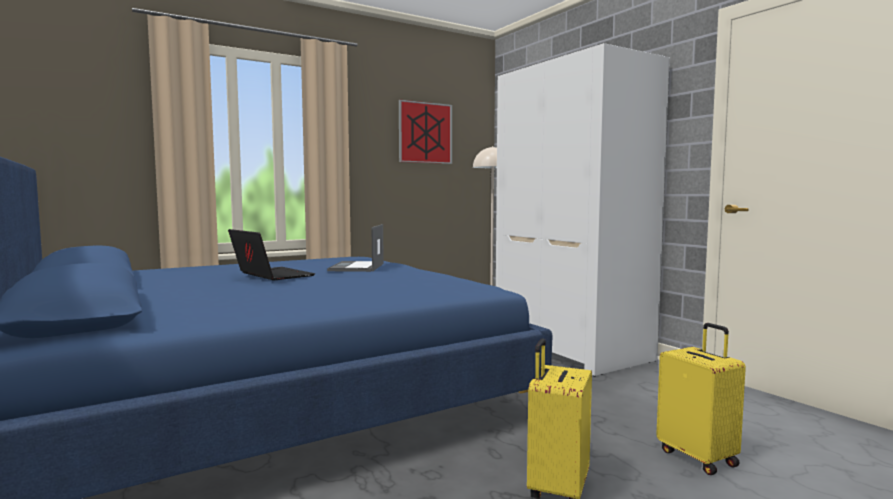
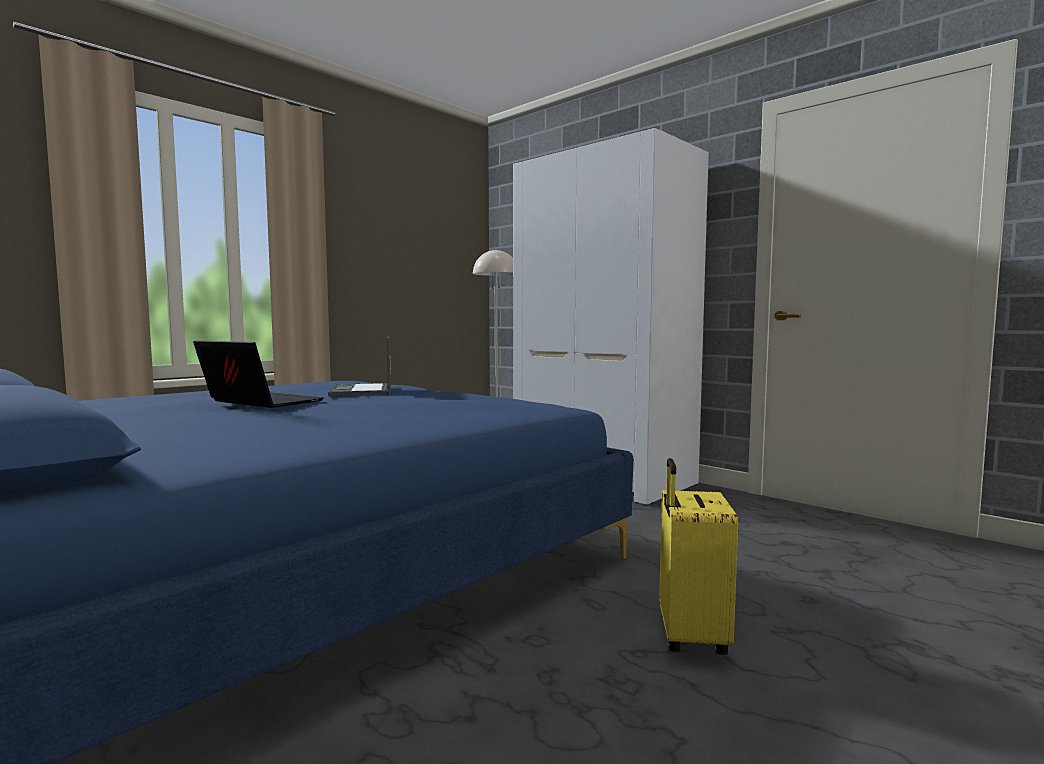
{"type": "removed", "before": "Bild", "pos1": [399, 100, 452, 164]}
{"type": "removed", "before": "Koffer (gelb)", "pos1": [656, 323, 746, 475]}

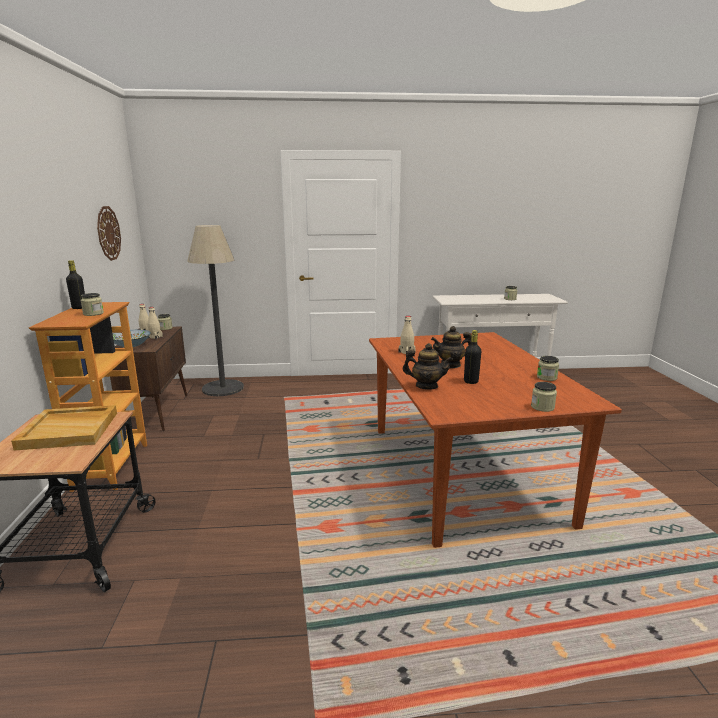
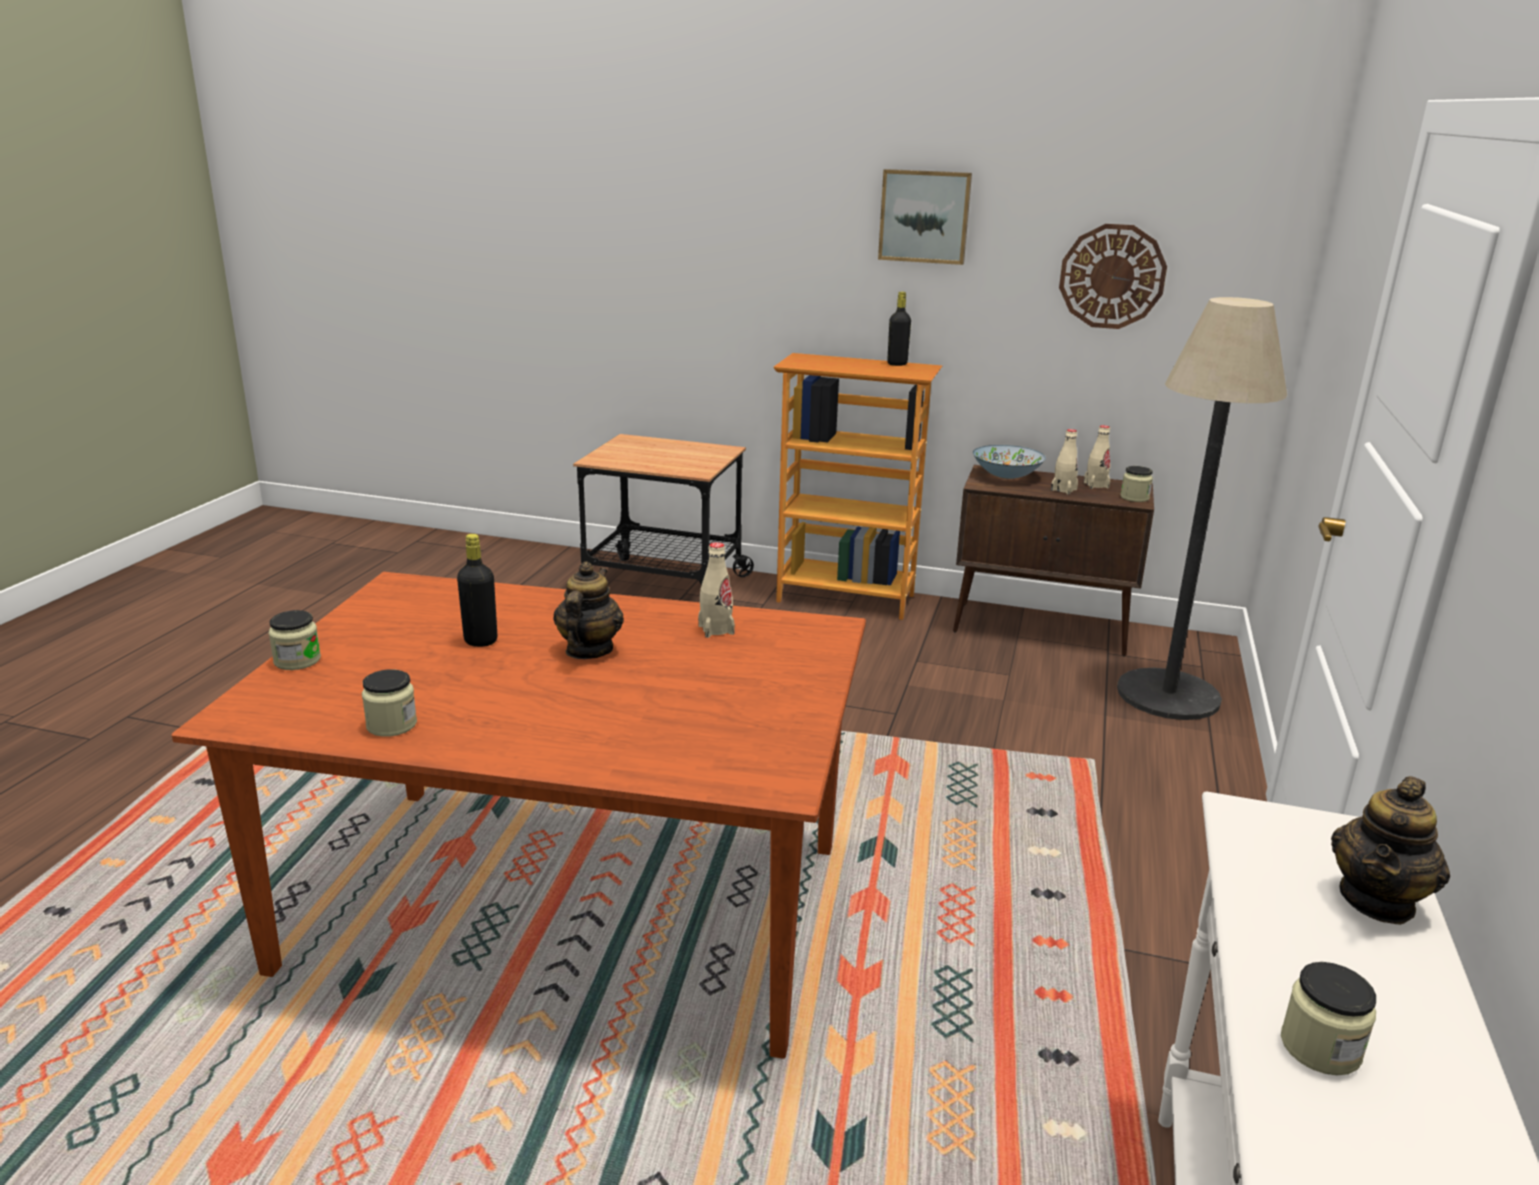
{"type": "removed", "before": "Tablett (beige)", "pos1": [11, 405, 117, 450]}
{"type": "removed", "before": "Vorratsglas", "pos1": [81, 293, 104, 316]}
{"type": "added", "after": "Bild", "pos2": [878, 169, 972, 265]}
{"type": "moved", "before": "Teekanne", "pos1": [403, 343, 453, 390], "pos2": [1331, 776, 1450, 925]}

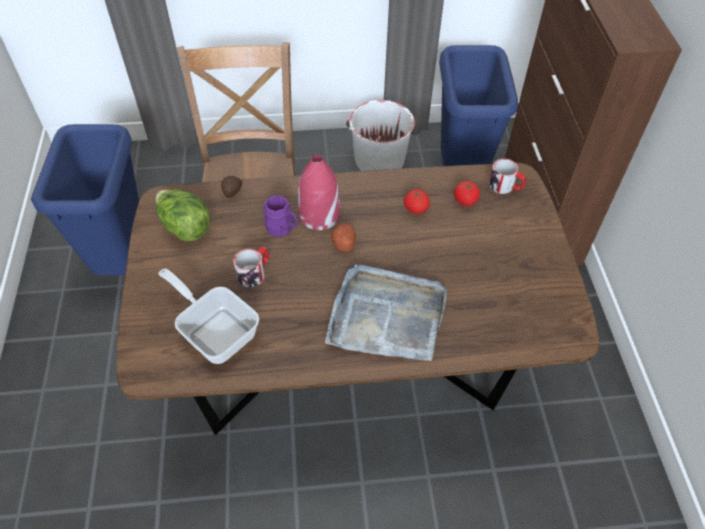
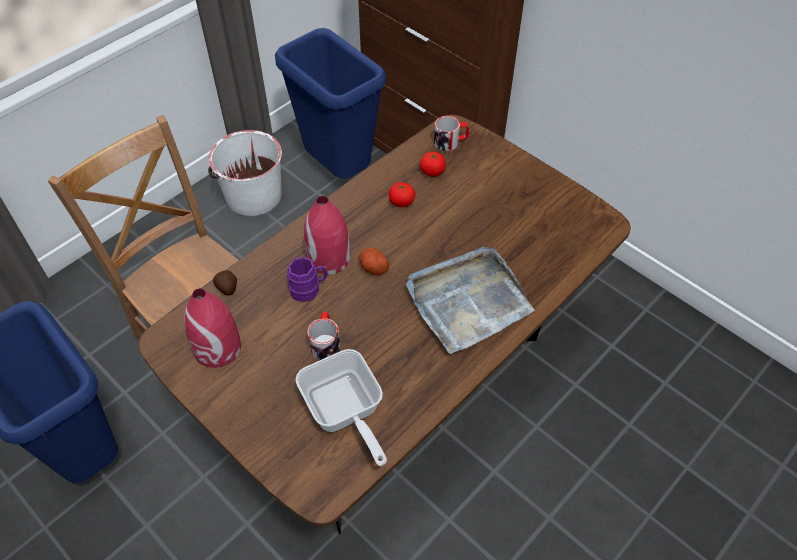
{"type": "replaced", "before": "Salatkopf", "after": "Vase (rot)", "pos1": [156, 189, 210, 241], "pos2": [184, 289, 241, 368]}
{"type": "turned", "before": "Pfanne", "pos1": [158, 268, 259, 364], "pos2": [296, 349, 387, 466], "turn": -120}

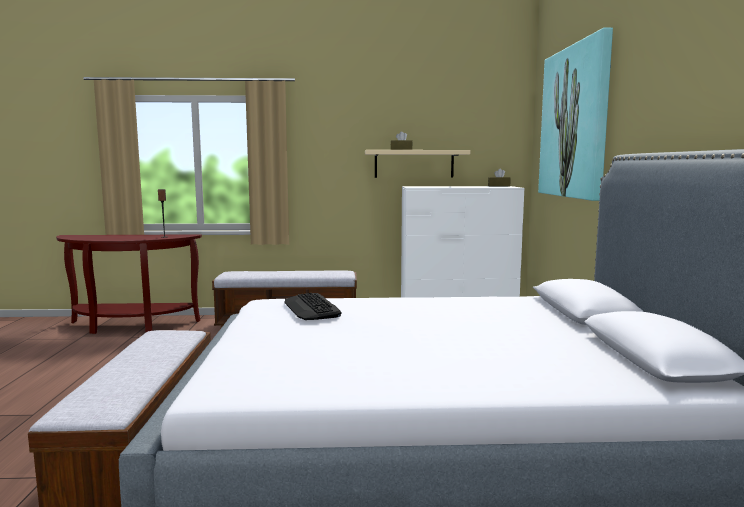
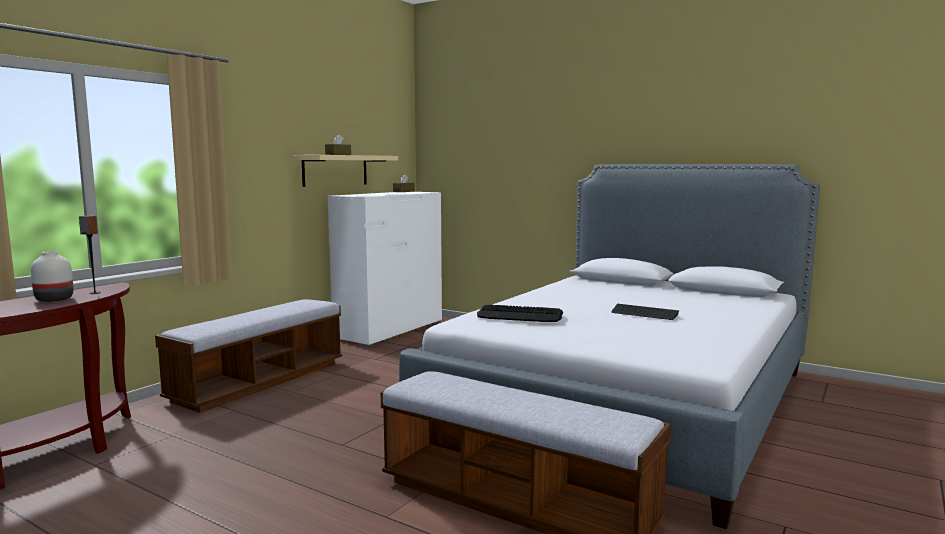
{"type": "removed", "before": "Bild", "pos1": [538, 27, 613, 201]}
{"type": "added", "after": "Vase (weiß)", "pos2": [31, 251, 74, 302]}
{"type": "added", "after": "Tastatur", "pos2": [611, 304, 679, 320]}

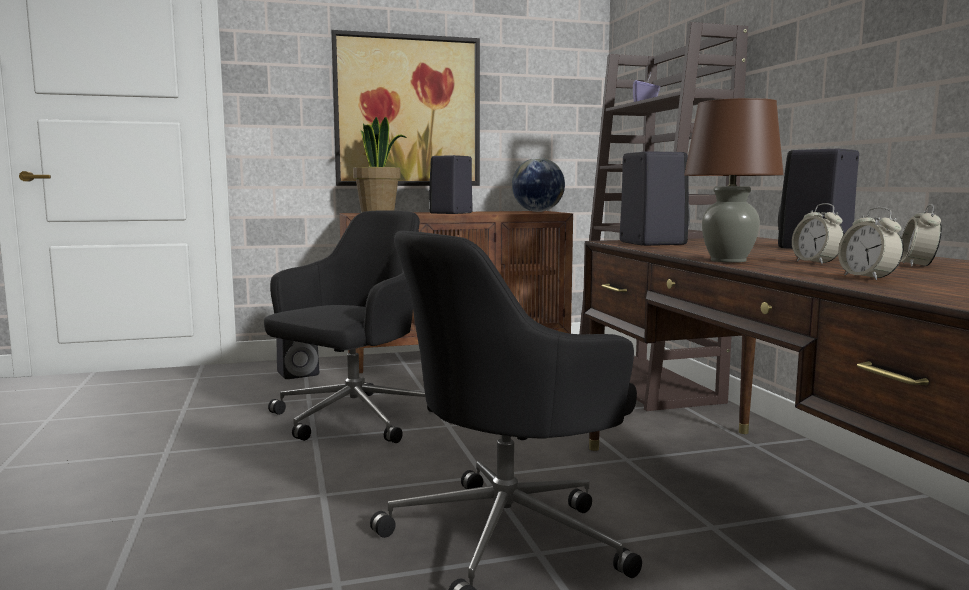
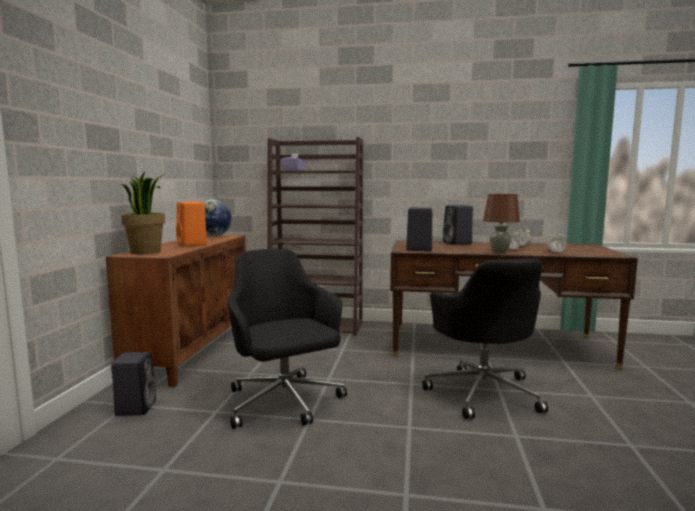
{"type": "removed", "before": "Bild", "pos1": [331, 30, 480, 186]}
{"type": "recoloured", "before": "Lautsprecher (schwarz)", "after": "Lautsprecher (orange)", "pos1": [429, 155, 473, 214], "pos2": [176, 202, 207, 247]}

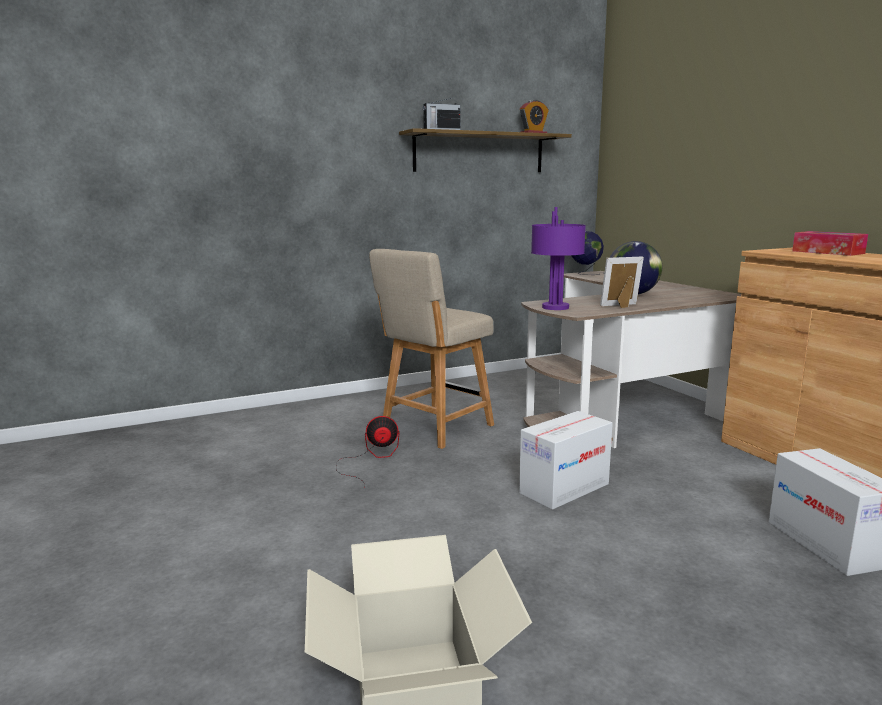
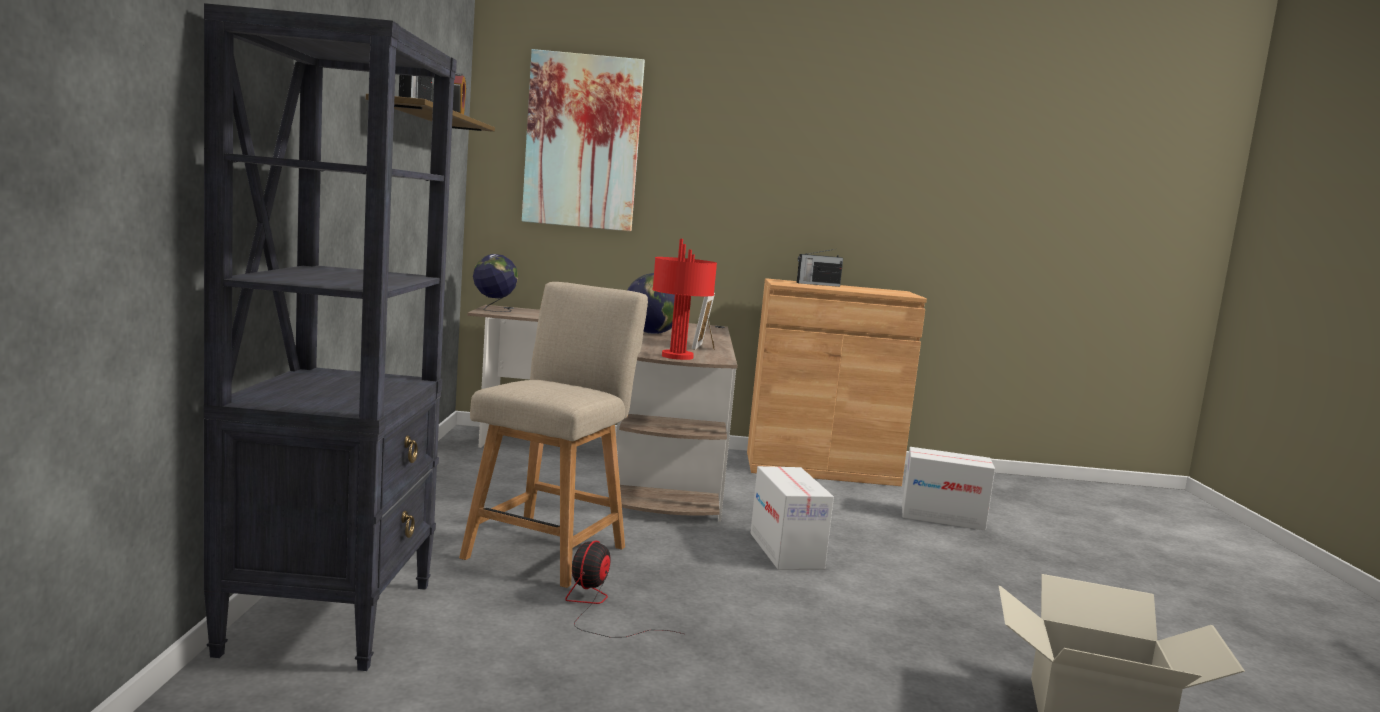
{"type": "added", "after": "Bücherregal (schwarz)", "pos2": [204, 3, 457, 671]}
{"type": "added", "after": "Bild", "pos2": [522, 49, 645, 231]}
{"type": "replaced", "before": "Taschentuchbox", "after": "Radio", "pos1": [792, 231, 868, 256], "pos2": [797, 249, 843, 287]}
{"type": "recoloured", "before": "Tischlampe (lila)", "after": "Tischlampe (rot)", "pos1": [531, 207, 586, 310], "pos2": [652, 239, 717, 360]}
{"type": "turned", "before": "Stuhl (beige)", "pos1": [369, 249, 494, 449], "pos2": [459, 282, 648, 588], "turn": -135}

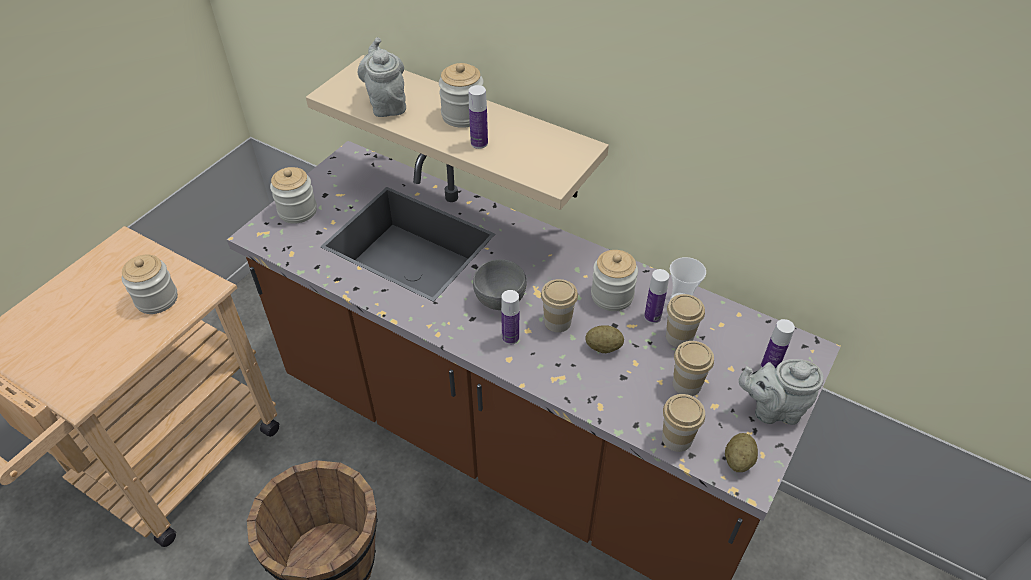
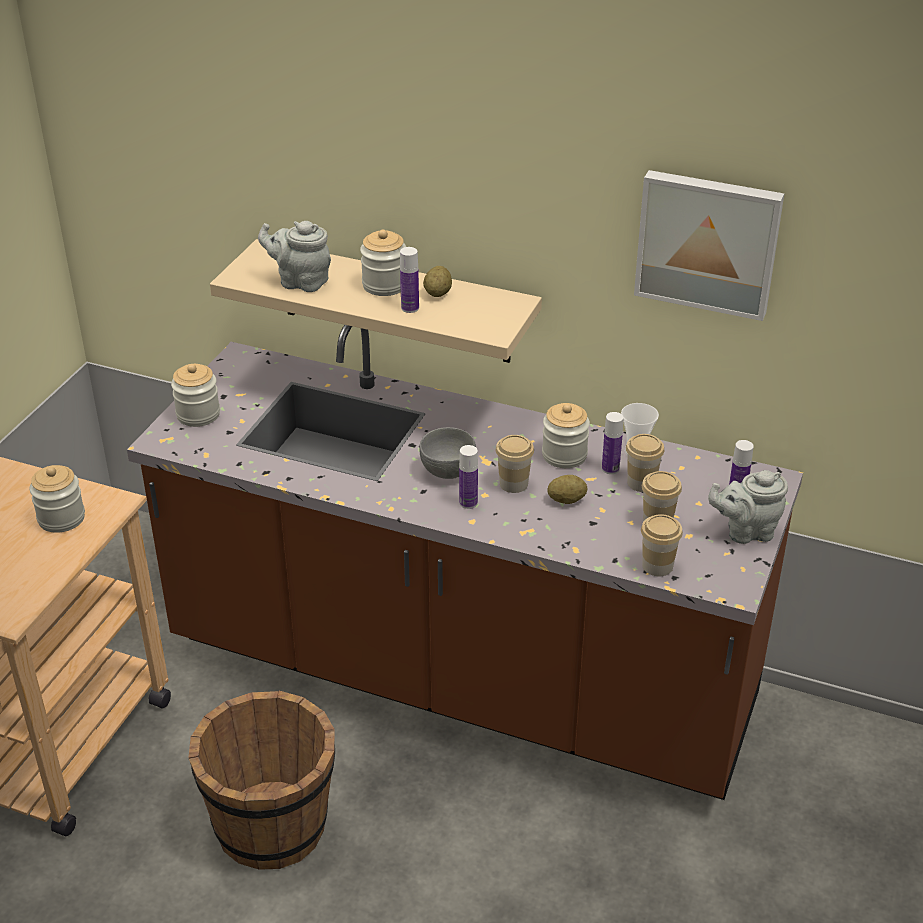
{"type": "added", "after": "Bild", "pos2": [634, 170, 784, 321]}
{"type": "moved", "before": "Kartoffel", "pos1": [725, 433, 758, 472], "pos2": [423, 266, 452, 297]}
{"type": "turned", "before": "Teekanne (grau)", "pos1": [358, 37, 406, 117], "pos2": [258, 221, 331, 292], "turn": -45}

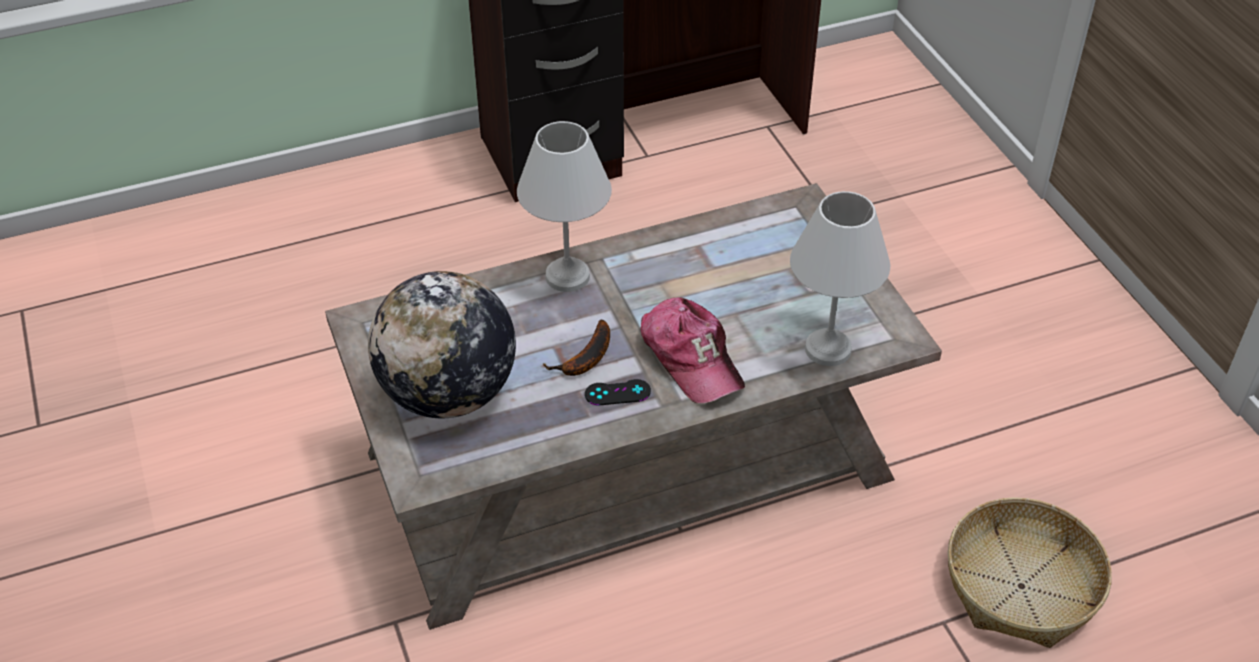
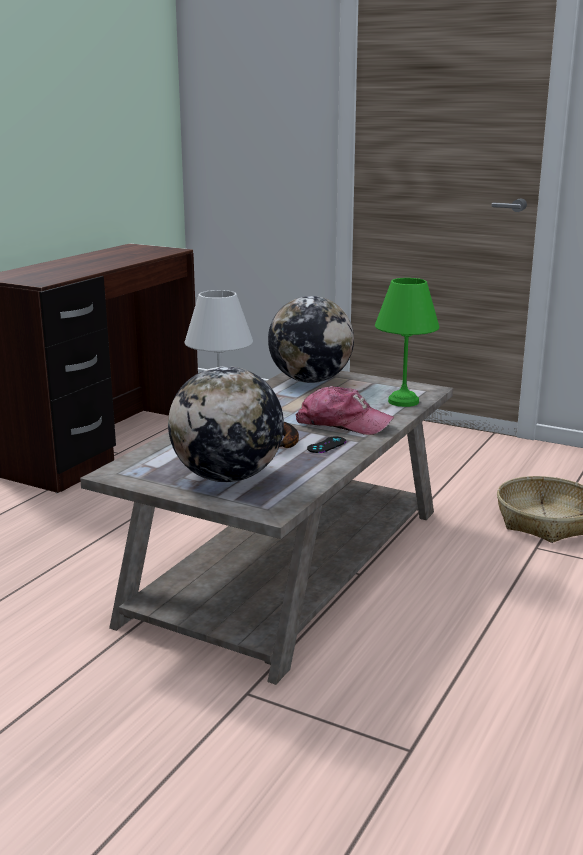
{"type": "added", "after": "Globus", "pos2": [268, 296, 354, 383]}
{"type": "recoloured", "before": "Tischlampe (weiß)", "after": "Tischlampe (grün)", "pos1": [790, 191, 890, 366], "pos2": [375, 278, 440, 407]}

